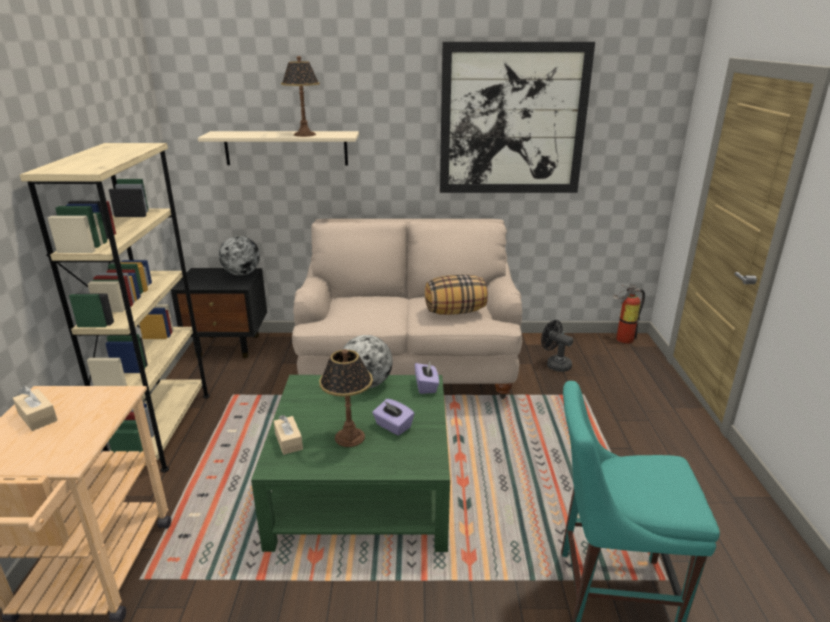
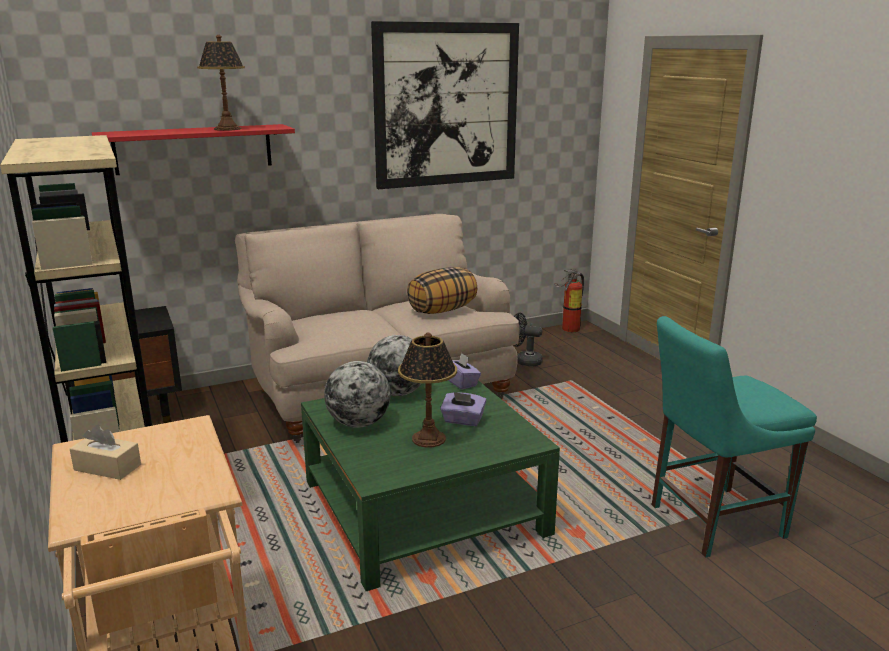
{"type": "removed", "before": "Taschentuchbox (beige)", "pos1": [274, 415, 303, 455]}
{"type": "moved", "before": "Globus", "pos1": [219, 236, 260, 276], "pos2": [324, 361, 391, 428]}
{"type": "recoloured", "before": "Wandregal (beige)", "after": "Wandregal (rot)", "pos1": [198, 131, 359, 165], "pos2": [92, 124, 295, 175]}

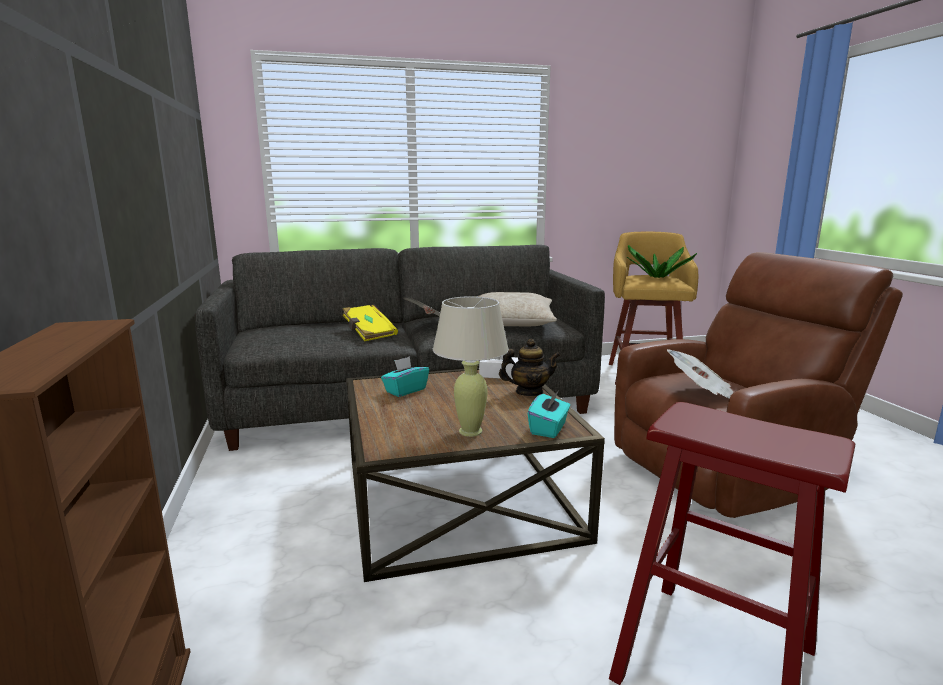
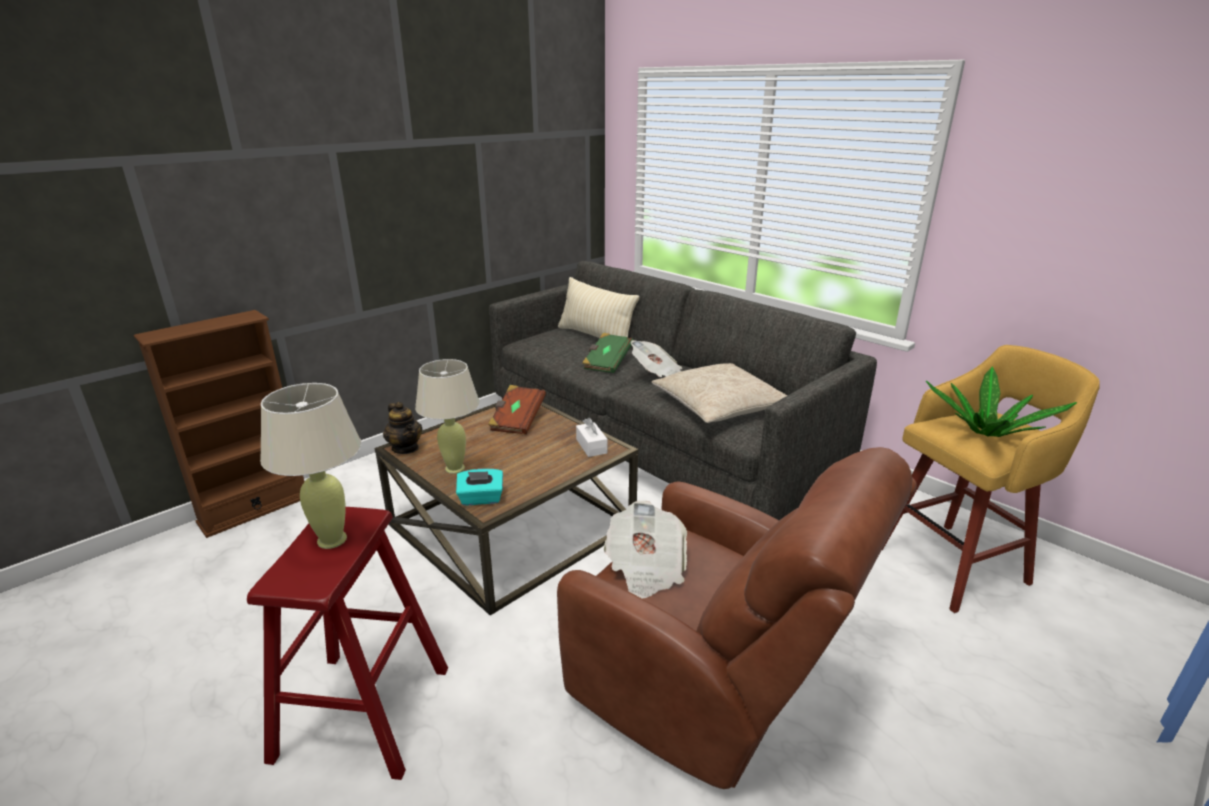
{"type": "added", "after": "Tischlampe (beige)", "pos2": [260, 383, 361, 549]}
{"type": "added", "after": "Kissen (beige)", "pos2": [558, 277, 639, 338]}
{"type": "moved", "before": "Teekanne", "pos1": [499, 339, 561, 396], "pos2": [383, 402, 422, 454]}
{"type": "replaced", "before": "Taschentuchbox (türkis)", "after": "Buch (braun)", "pos1": [381, 356, 429, 397], "pos2": [488, 385, 546, 434]}
{"type": "recoloured", "before": "Buch (gelb)", "after": "Buch (grün)", "pos1": [343, 305, 398, 341], "pos2": [582, 333, 633, 373]}

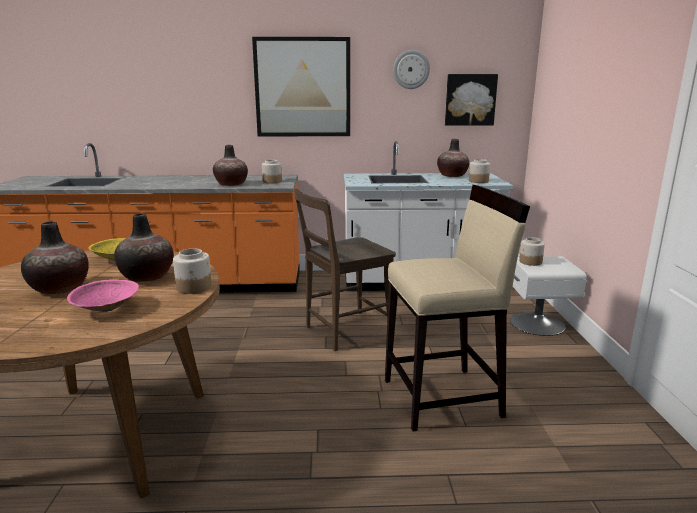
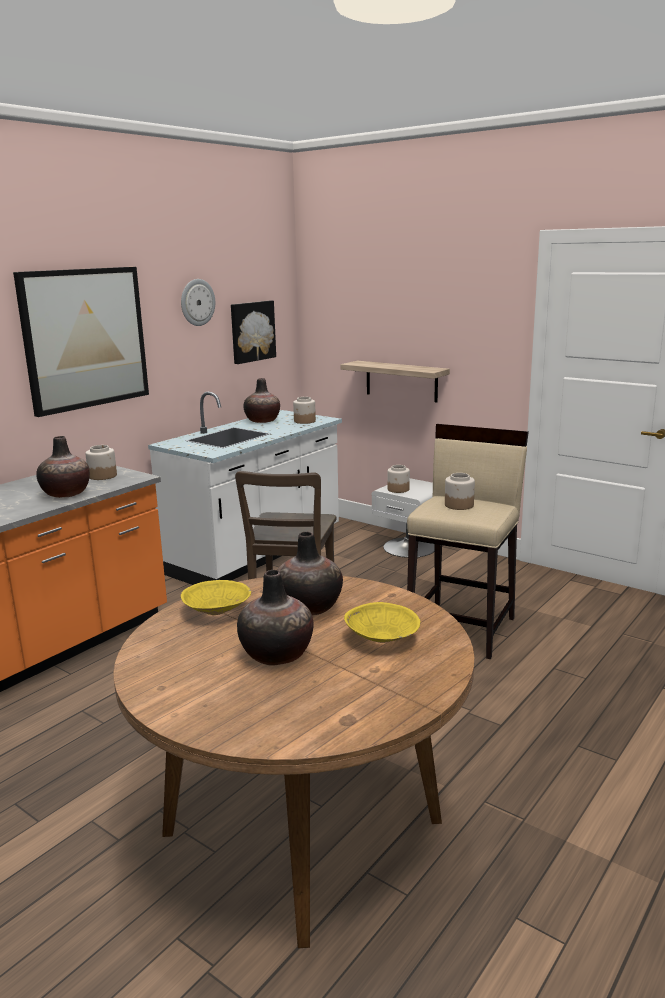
{"type": "added", "after": "Wandregal", "pos2": [341, 361, 450, 403]}
{"type": "moved", "before": "Vorratsglas", "pos1": [173, 248, 212, 294], "pos2": [445, 473, 475, 510]}
{"type": "recoloured", "before": "Schüssel (rosa)", "after": "Schüssel (gelb)", "pos1": [67, 279, 139, 312], "pos2": [344, 602, 421, 643]}

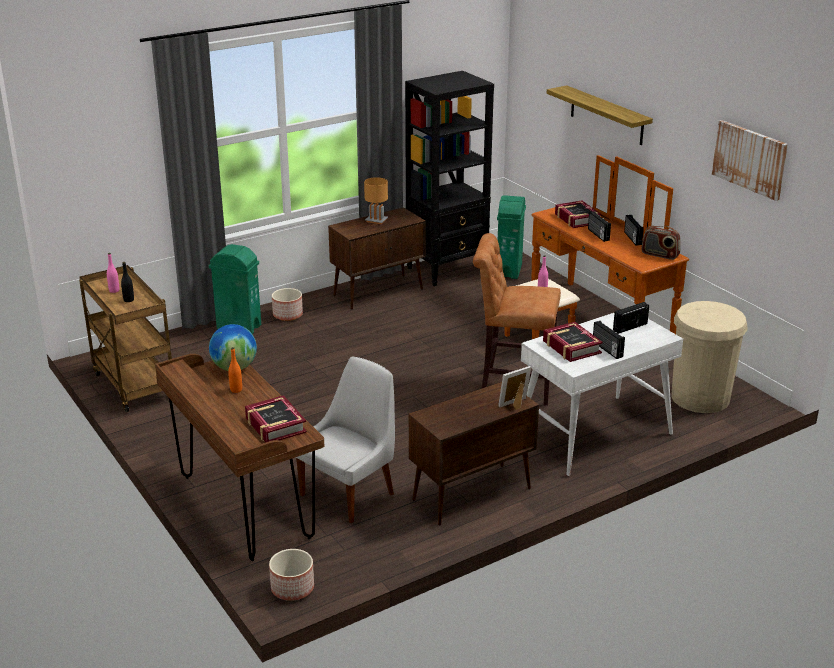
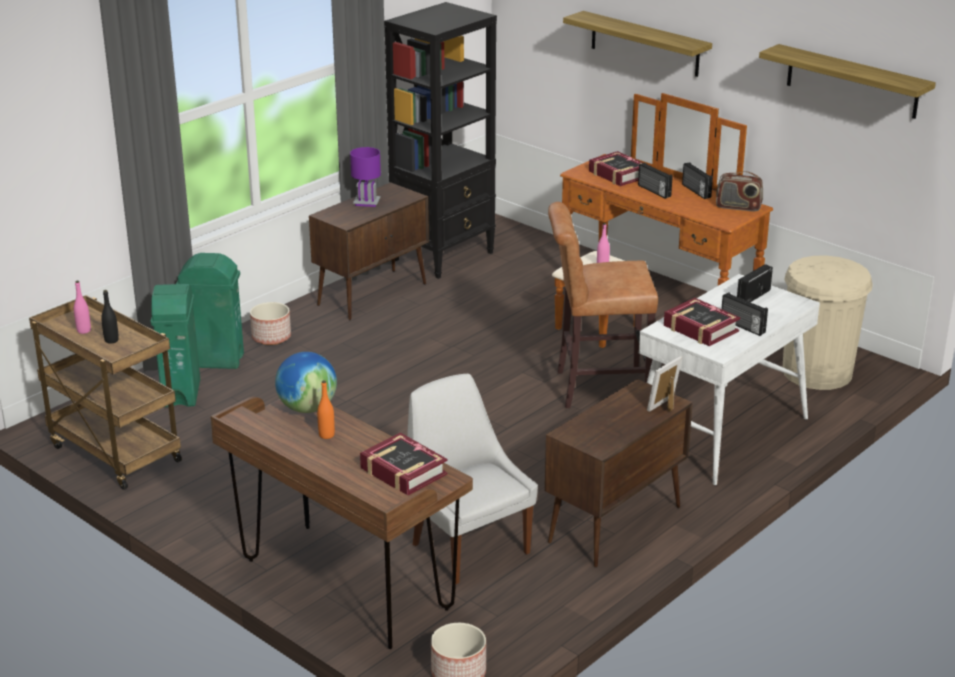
{"type": "moved", "before": "Mülleimer (grün)", "pos1": [497, 195, 526, 279], "pos2": [151, 284, 200, 407]}
{"type": "replaced", "before": "Bild", "after": "Wandregal", "pos1": [712, 120, 788, 201], "pos2": [759, 44, 936, 119]}
{"type": "recoloured", "before": "Tischlampe (braun)", "after": "Tischlampe (lila)", "pos1": [364, 177, 388, 224], "pos2": [350, 147, 381, 207]}
{"type": "turned", "before": "Stuhl (weiß)", "pos1": [296, 357, 395, 523], "pos2": [407, 374, 538, 584], "turn": -60}

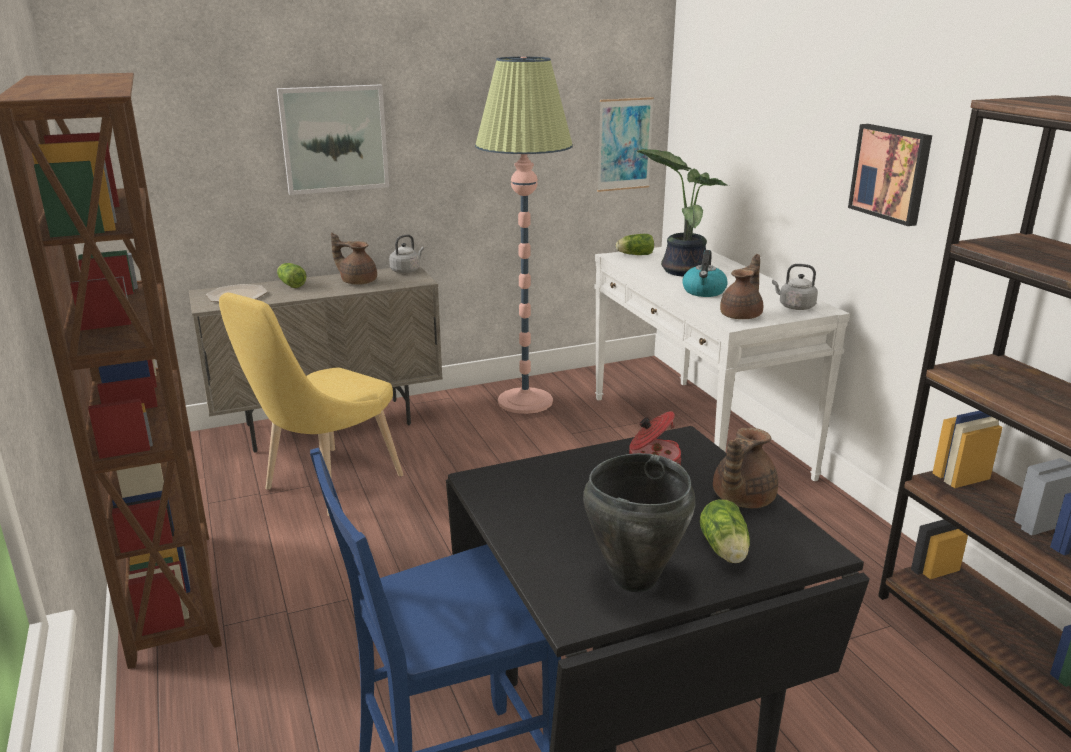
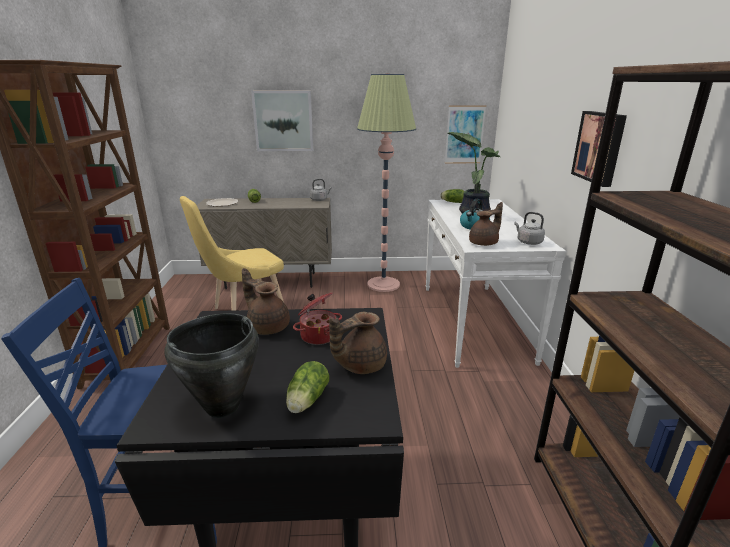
{"type": "moved", "before": "Teekanne (braun)", "pos1": [331, 233, 377, 285], "pos2": [242, 268, 290, 335]}

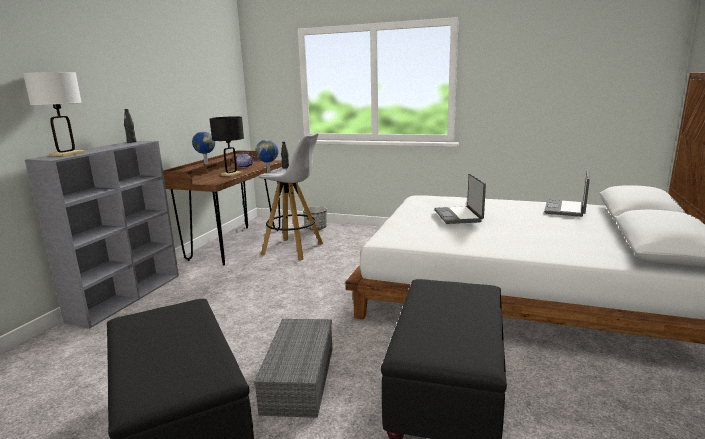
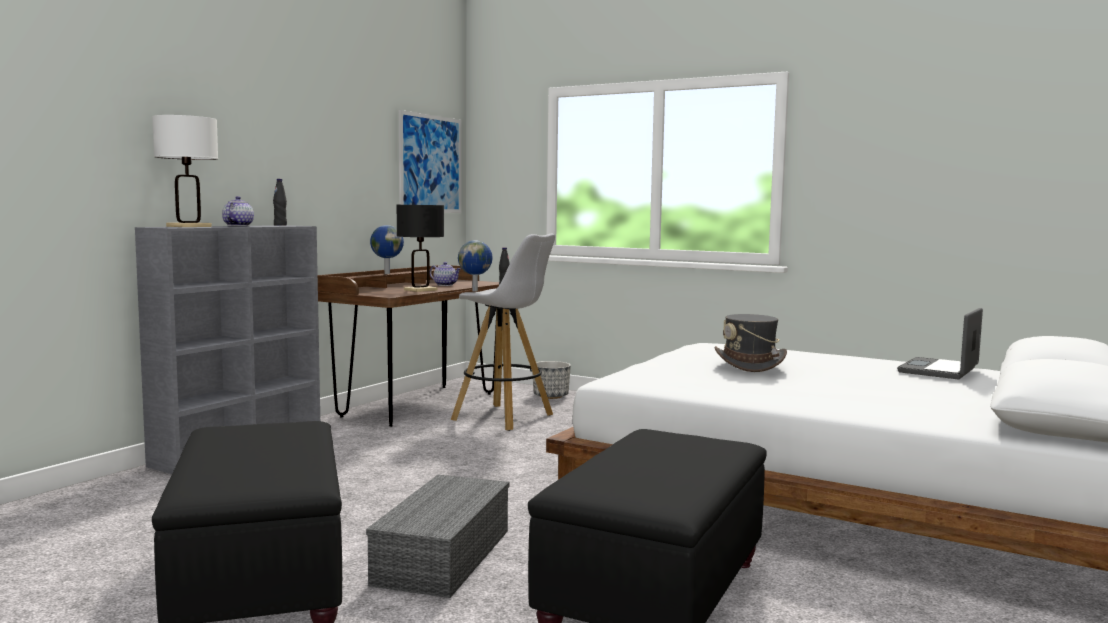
{"type": "added", "after": "Teekanne", "pos2": [222, 196, 254, 226]}
{"type": "added", "after": "Bild", "pos2": [399, 110, 461, 213]}
{"type": "replaced", "before": "Laptop", "after": "Hut (grau)", "pos1": [434, 174, 486, 224], "pos2": [714, 314, 787, 372]}

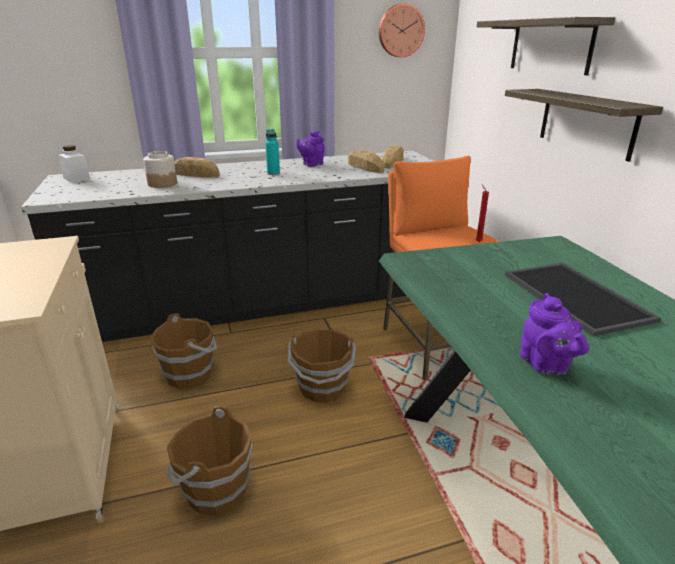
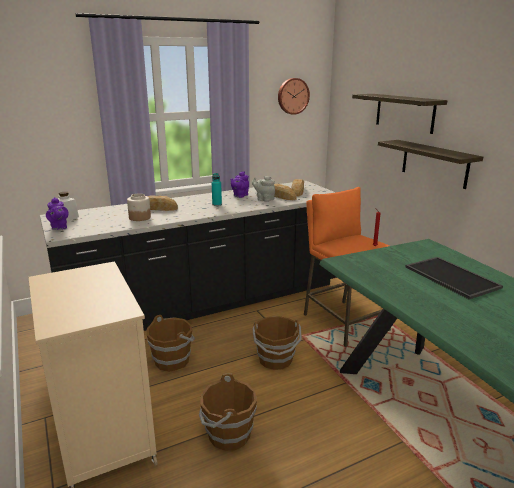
{"type": "added", "after": "Teekanne (grau)", "pos2": [252, 176, 275, 202]}
{"type": "moved", "before": "Teekanne (lila)", "pos1": [520, 293, 589, 375], "pos2": [46, 197, 68, 230]}

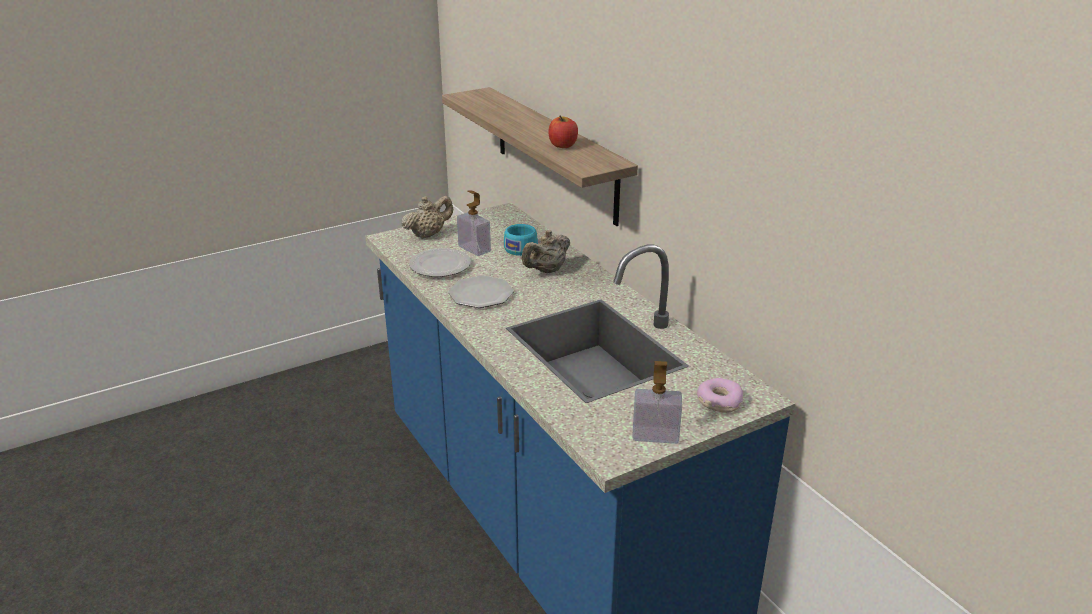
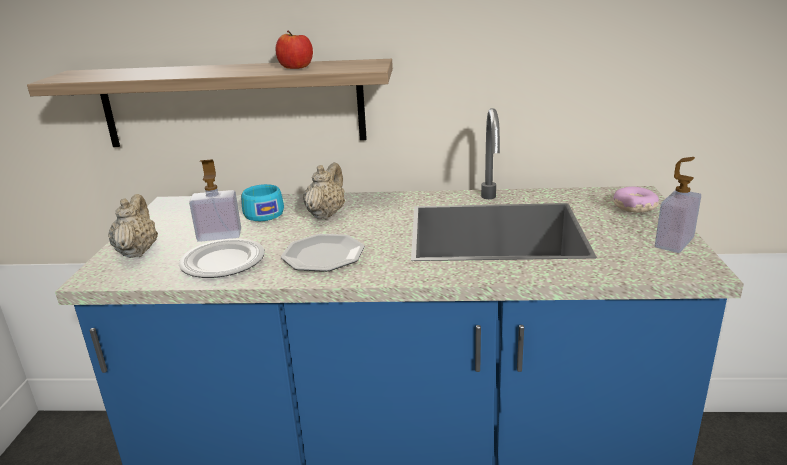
{"type": "turned", "before": "Teekanne (beige)", "pos1": [522, 230, 570, 273], "pos2": [303, 162, 345, 219], "turn": -150}

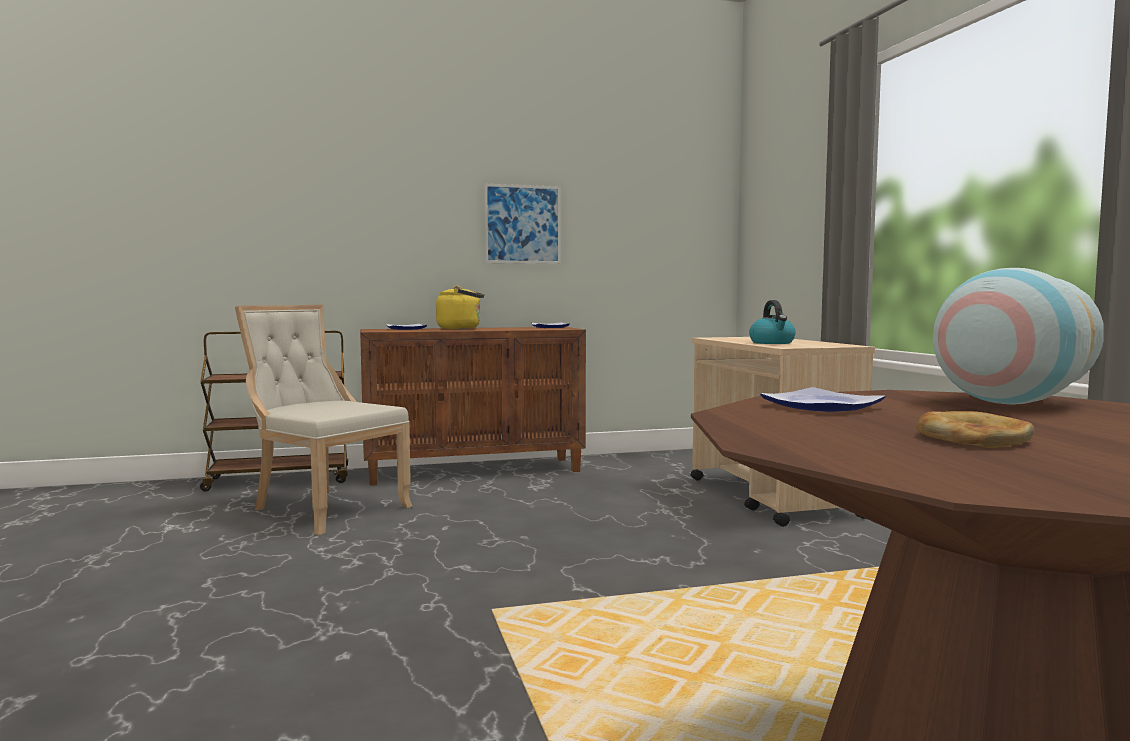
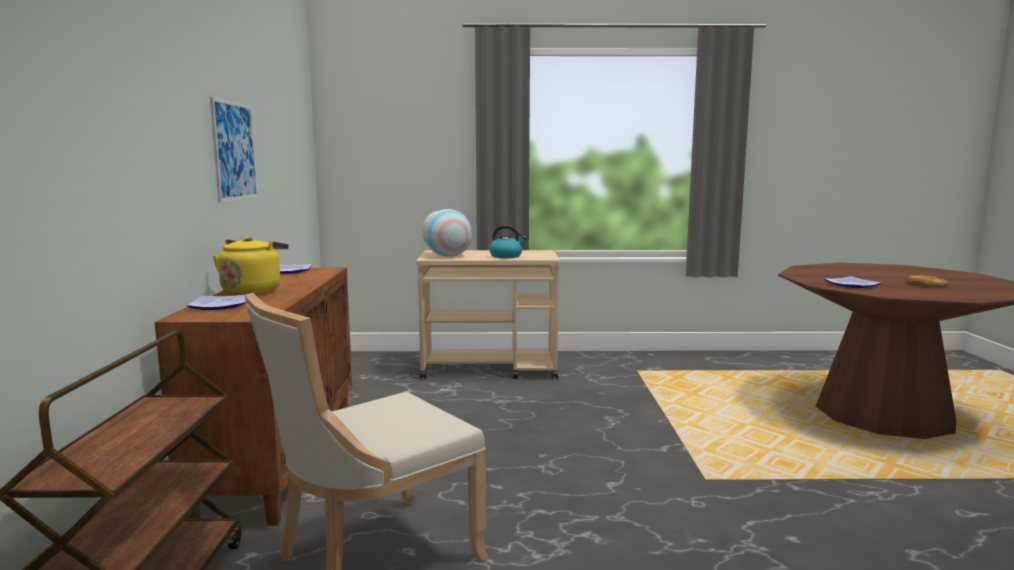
{"type": "moved", "before": "Vase", "pos1": [933, 268, 1104, 404], "pos2": [422, 209, 472, 257]}

